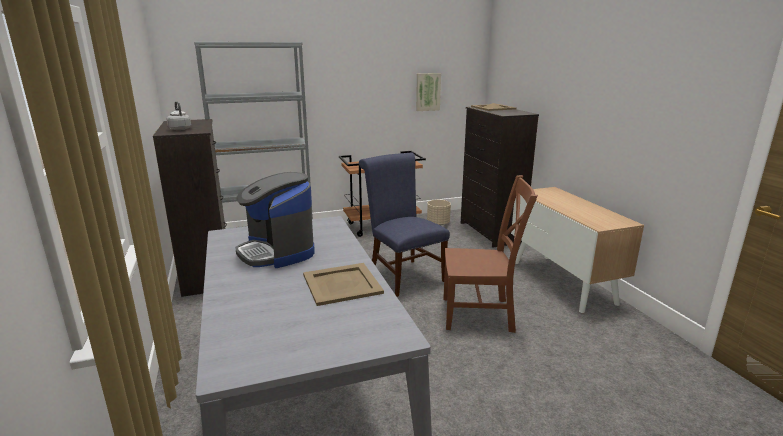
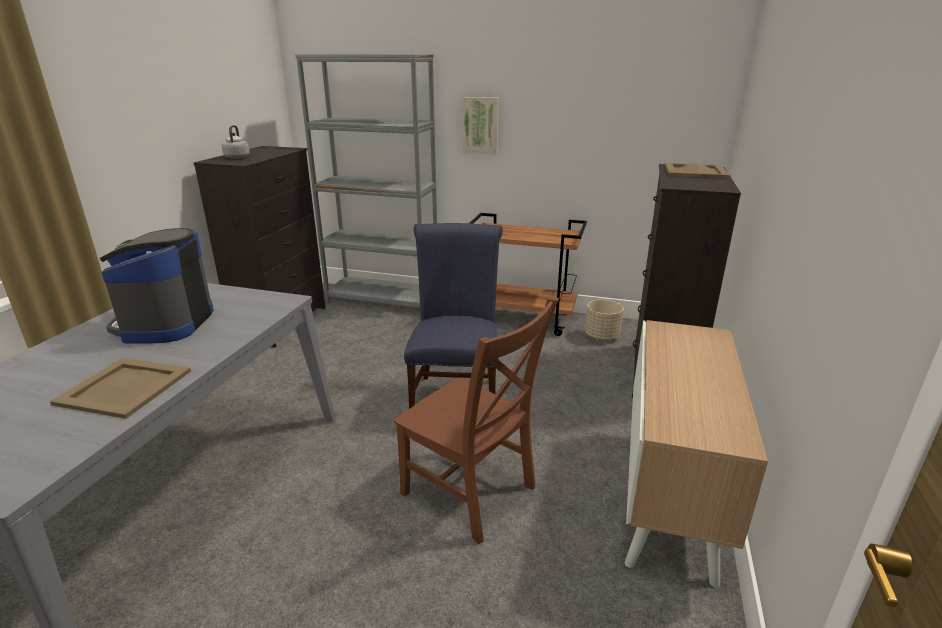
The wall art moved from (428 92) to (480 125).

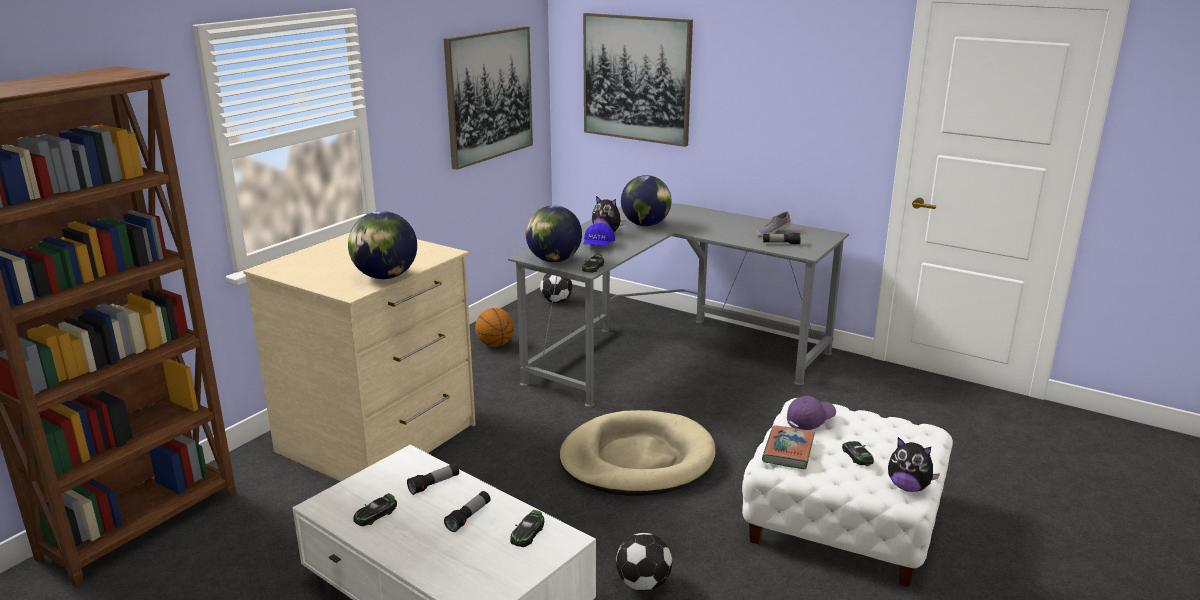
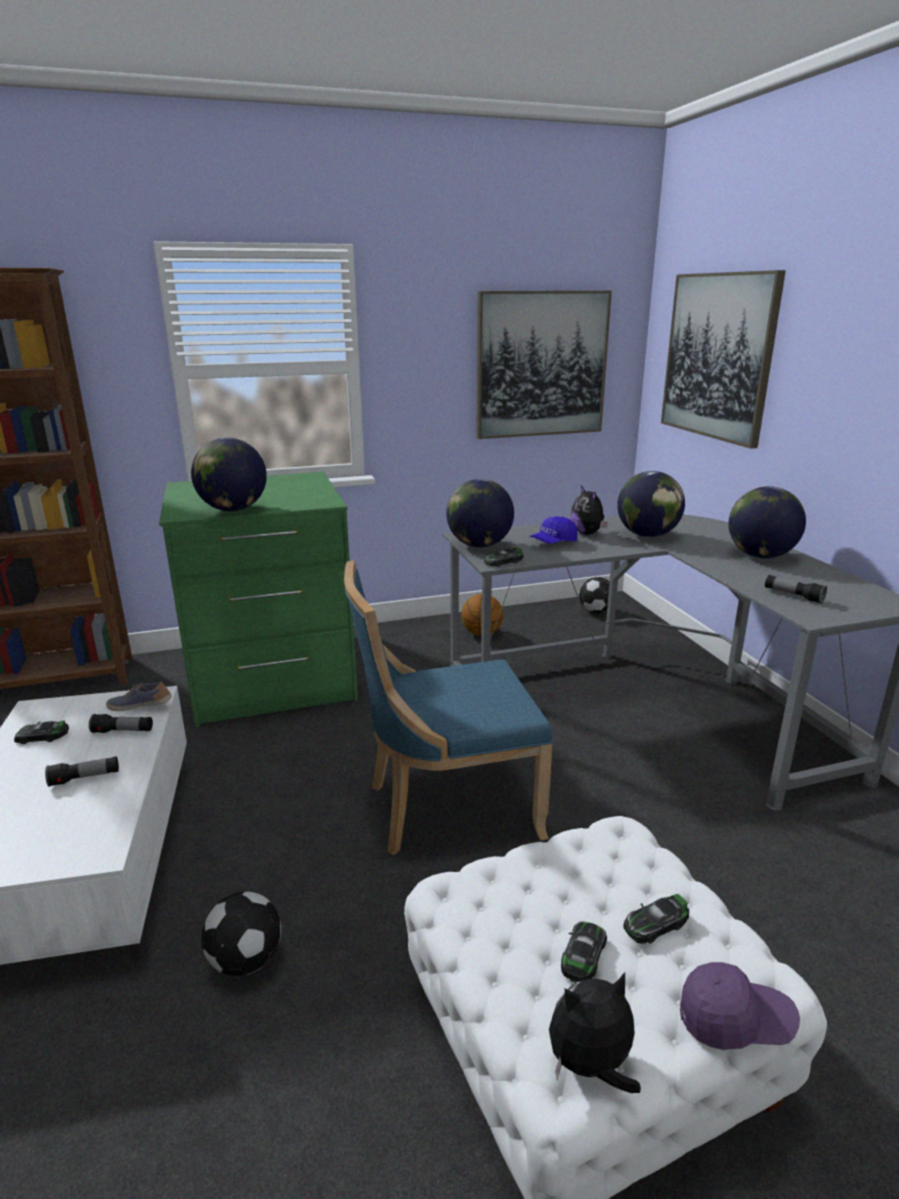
The item of footwear moved from (773 224) to (138 696). The drawer chest (sand-coloured) at (359 357) became the drawer chest (green-coloured) at (258 599). The baseball cap (purple-coloured) moved from (811 413) to (740 1006). The dog cushion (sand-coloured) at (637 453) was replaced by the chair (blue-coloured) at (448 707). The book at (788 447) disappeared. The cuddly toy at (914 464) turned 90 degrees clockwise. The model car moved from (527 528) to (656 919). The world globe at (767 522) appeared.

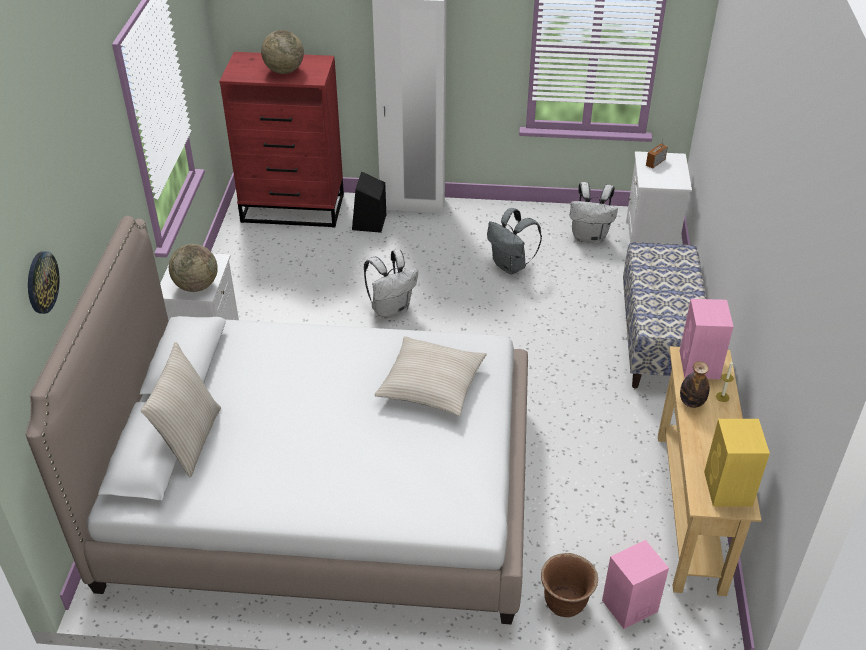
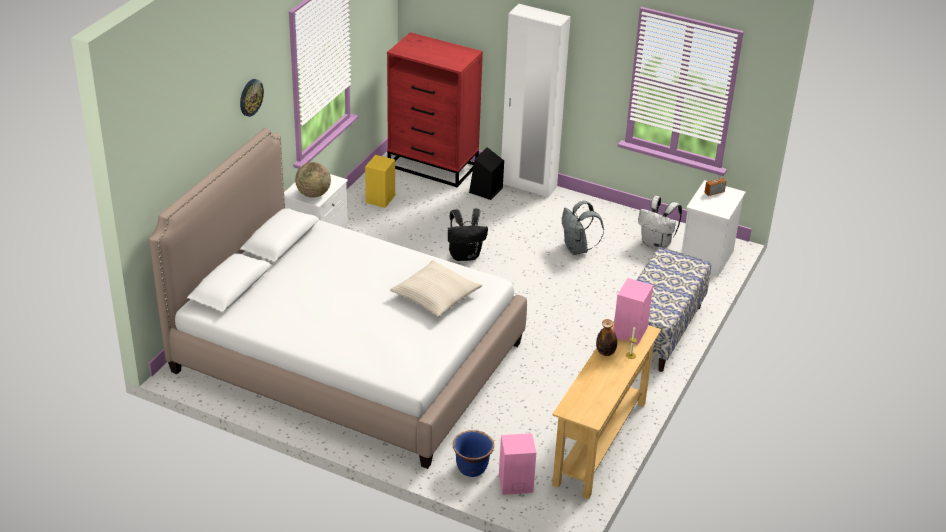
The world globe at (282 52) disappeared. The backpack (white) at (391 284) became the backpack (black-coloured) at (468 235). The clock on the wall moved from (44 282) to (252 98). The throw pillow (sand-coloured) at (181 409) disappeared. The loudspeaker (yellow-coloured) moved from (737 462) to (380 181). The plant pot (brown) at (569 585) became the plant pot (blue-coloured) at (473 453).

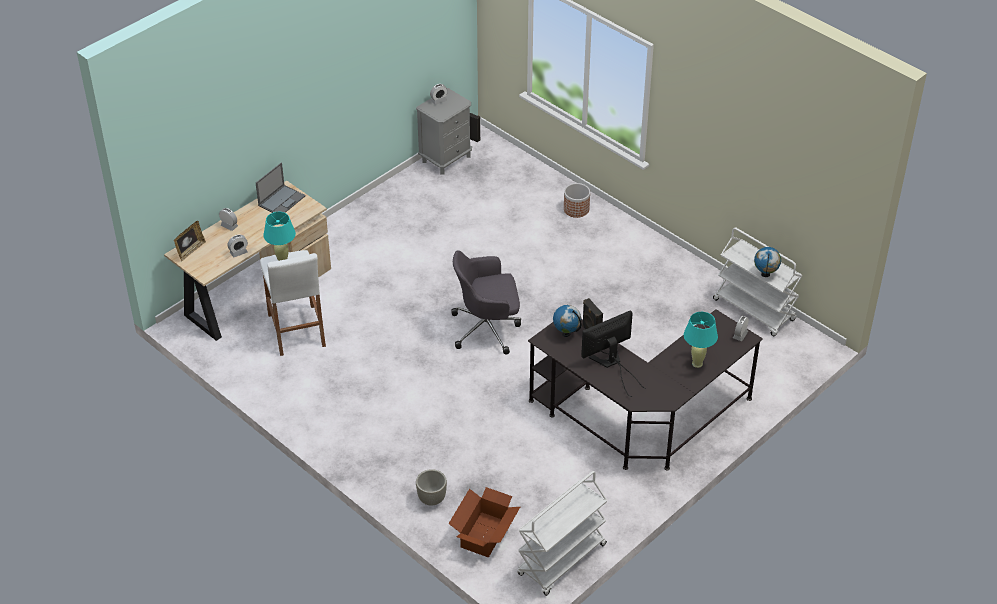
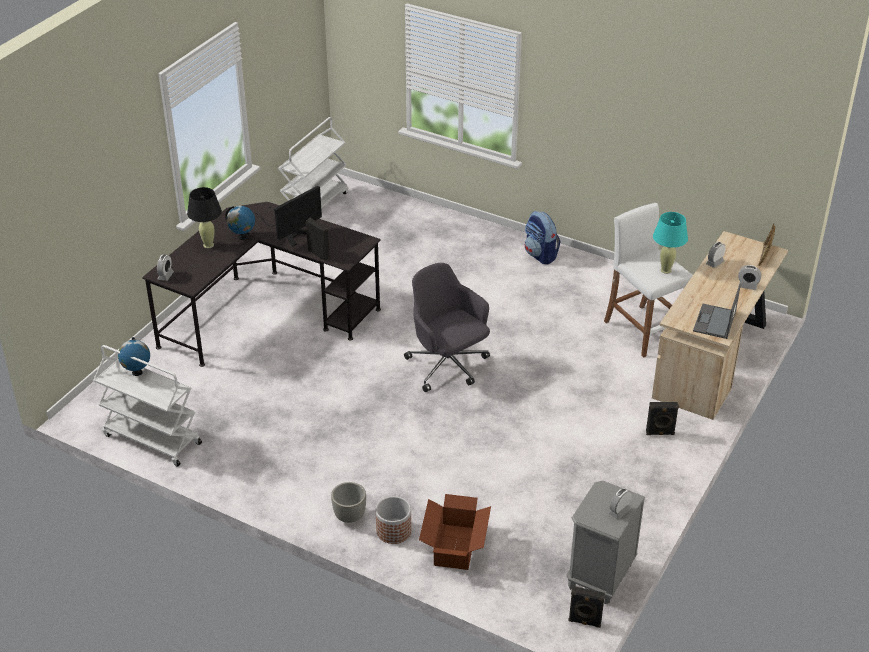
The desk chair (gray) at (486 302) turned 105 degrees counterclockwise. The world globe moved from (567 321) to (240 223). The tabletop lamp (turquoise) at (701 340) became the tabletop lamp (black-coloured) at (204 217). The plant pot (gray) moved from (431 487) to (348 502). The cardboard box moved from (484 522) to (455 532). The backpack at (543 237) appeared. The loudspeaker (black-coloured) at (662 418) appeared.

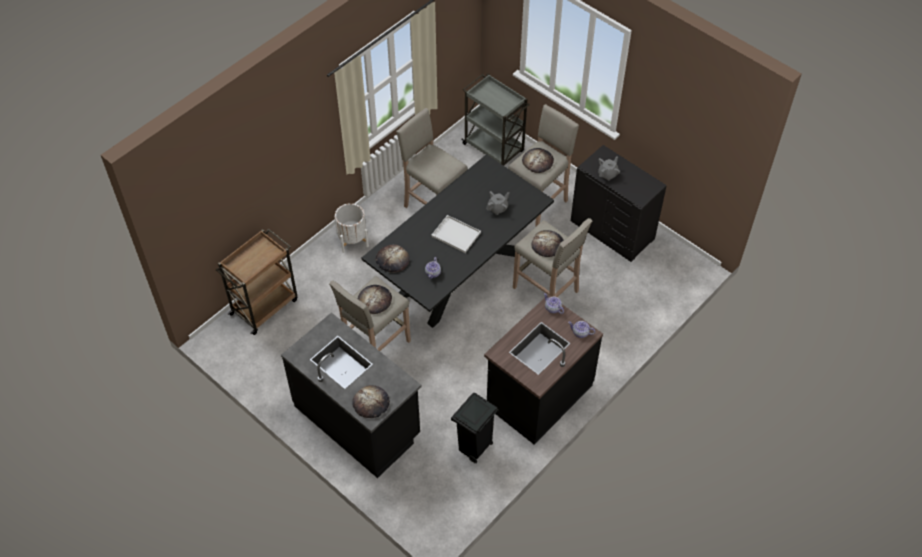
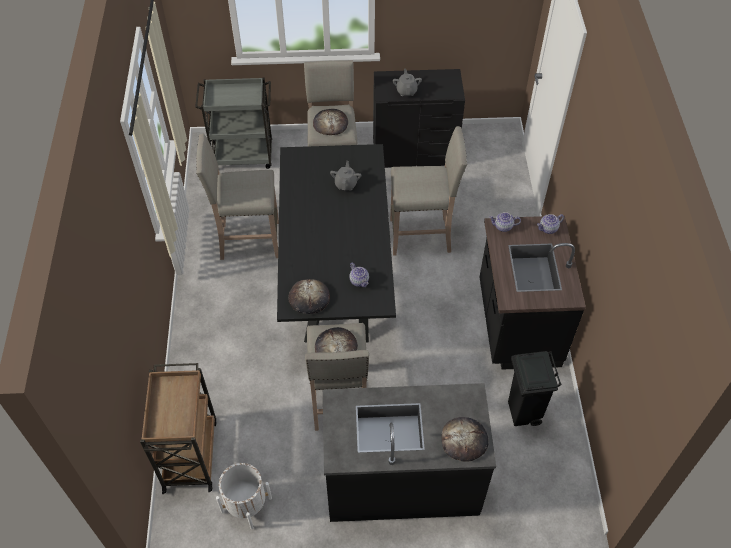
The plant pot (white) moved from (351 228) to (244 496). The serving tray (white) at (456 234) disappeared. The bread at (548 243) disappeared.

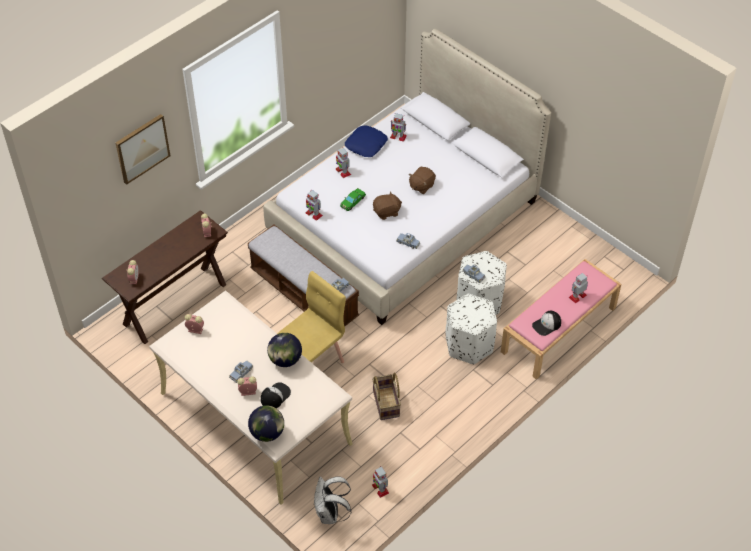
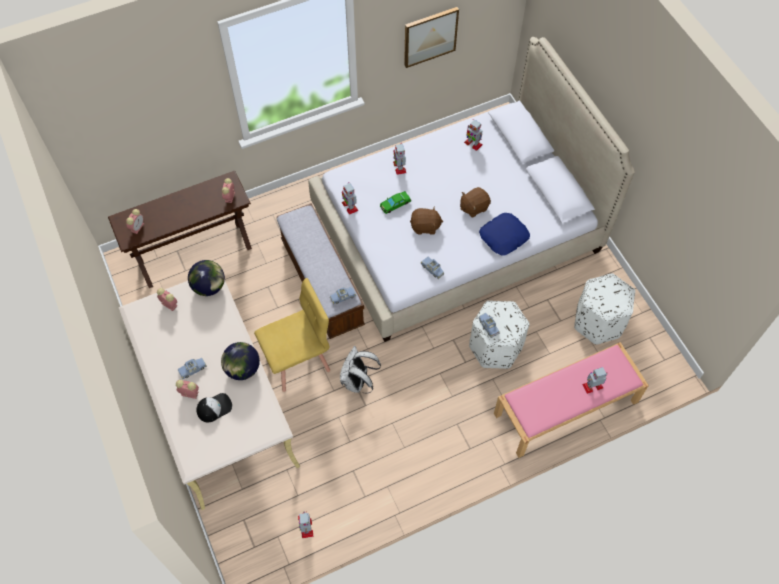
The wall art moved from (143 149) to (431 37). The throw pillow (blue-coloured) moved from (366 141) to (504 234). The ottoman (white) moved from (471 329) to (604 309). The baseball cap at (546 323) disappeared. The household basket at (386 396) disappeared. The world globe moved from (266 423) to (206 278). The backpack (white) moved from (332 500) to (360 369).

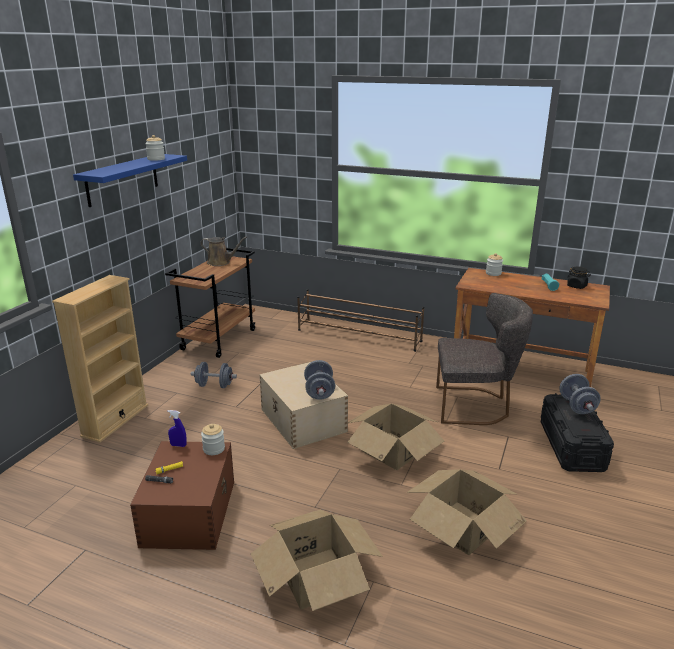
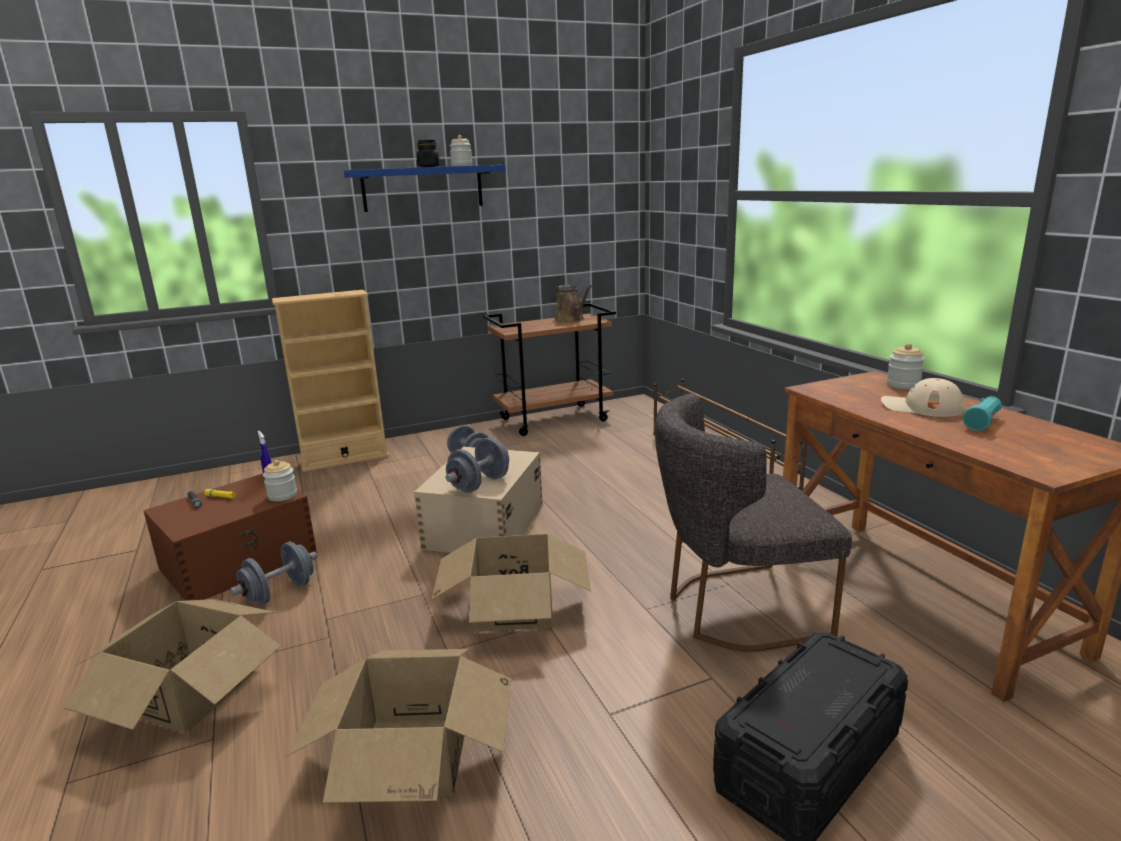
The preserve jar (black-coloured) moved from (579 277) to (428 153). The chair (gray) at (484 359) turned 120 degrees clockwise. The hand weight (gray) moved from (580 394) to (274 573). The baseball cap (sand-coloured) at (923 397) appeared.

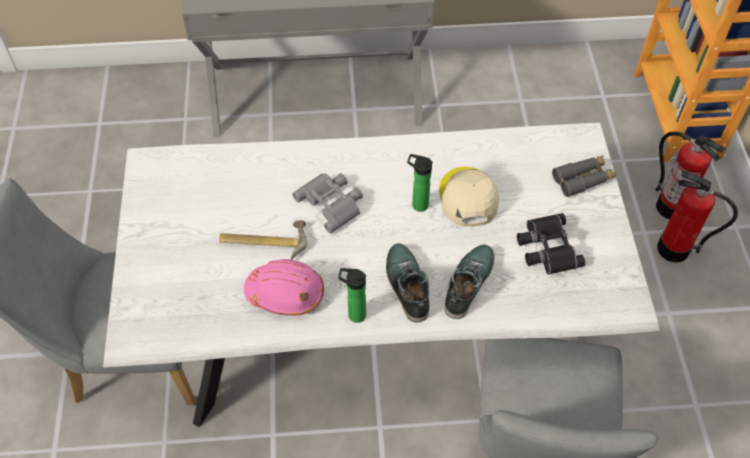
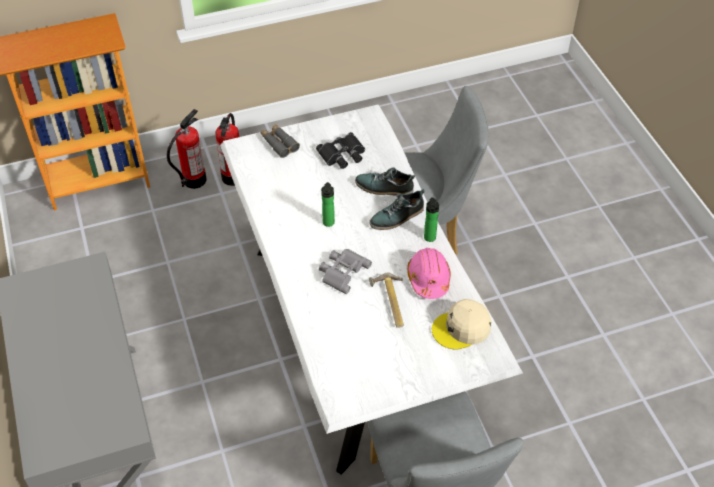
The baseball cap (sand-coloured) moved from (469 197) to (461 324).

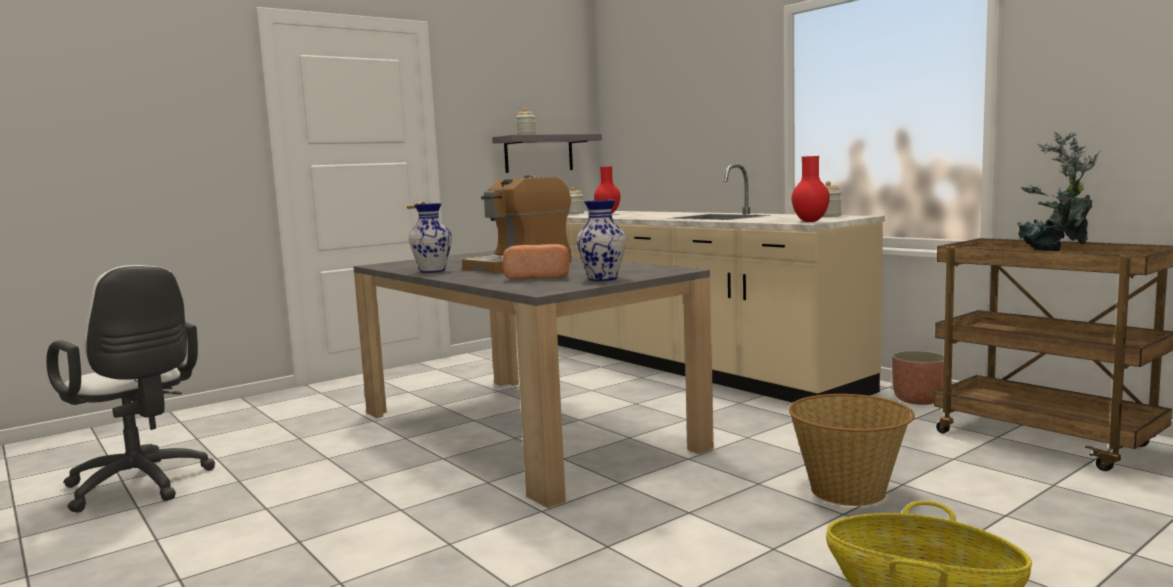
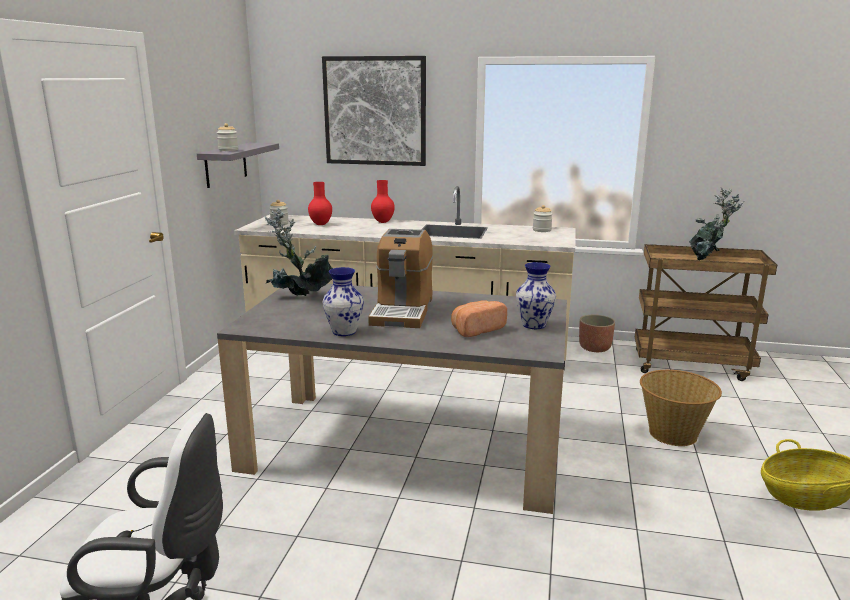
The vase (red) moved from (810 189) to (383 201). The wall art at (374 111) appeared. The houseplant at (299 252) appeared.

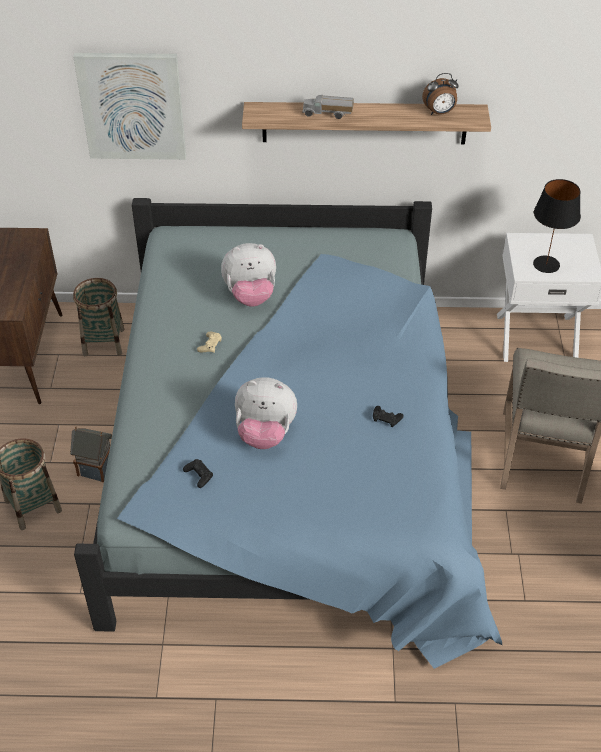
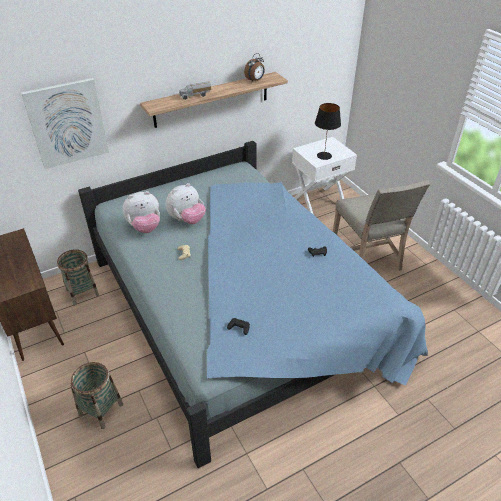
The cuddly toy moved from (266 413) to (141 212). The miniature house at (91 454) disappeared.

